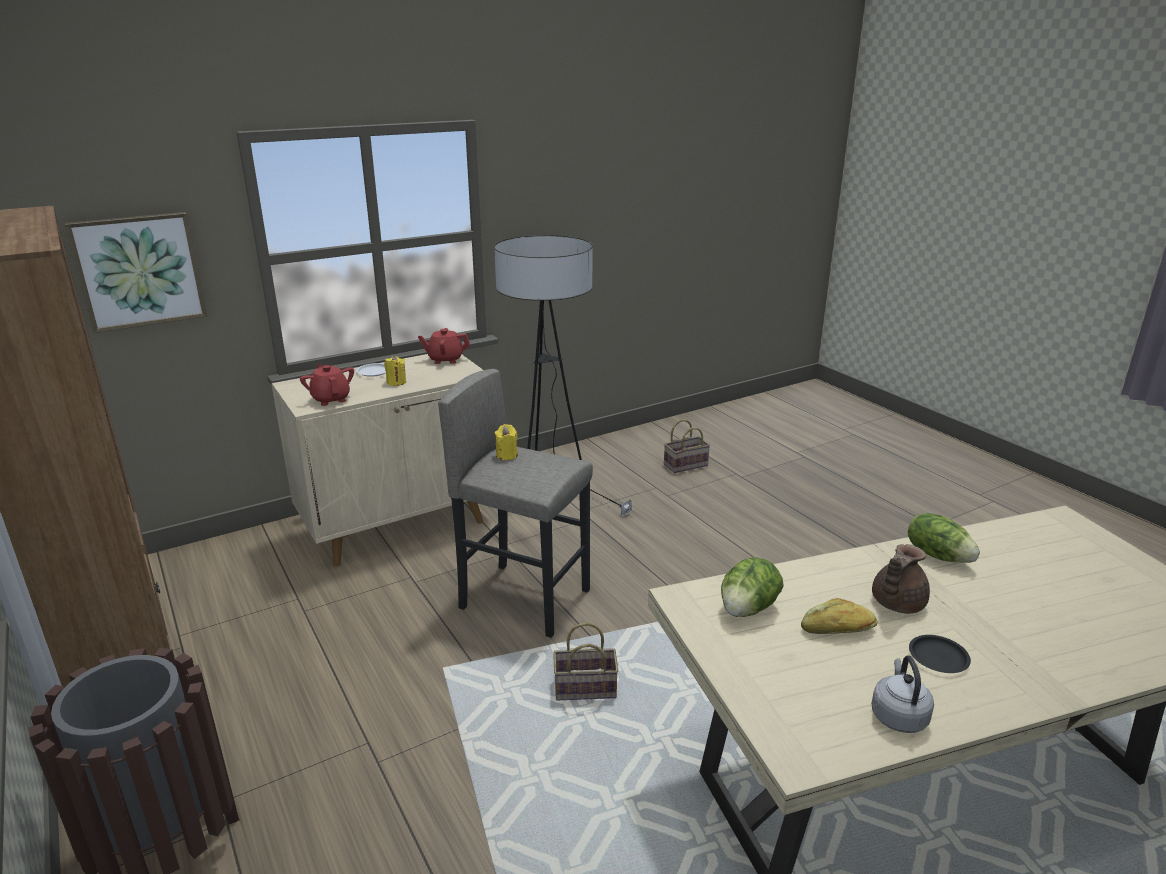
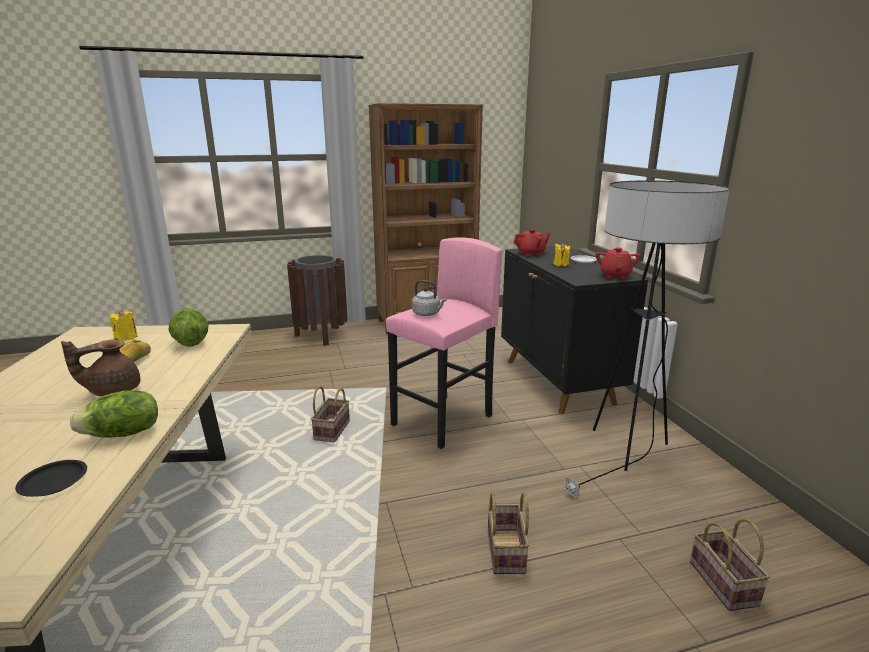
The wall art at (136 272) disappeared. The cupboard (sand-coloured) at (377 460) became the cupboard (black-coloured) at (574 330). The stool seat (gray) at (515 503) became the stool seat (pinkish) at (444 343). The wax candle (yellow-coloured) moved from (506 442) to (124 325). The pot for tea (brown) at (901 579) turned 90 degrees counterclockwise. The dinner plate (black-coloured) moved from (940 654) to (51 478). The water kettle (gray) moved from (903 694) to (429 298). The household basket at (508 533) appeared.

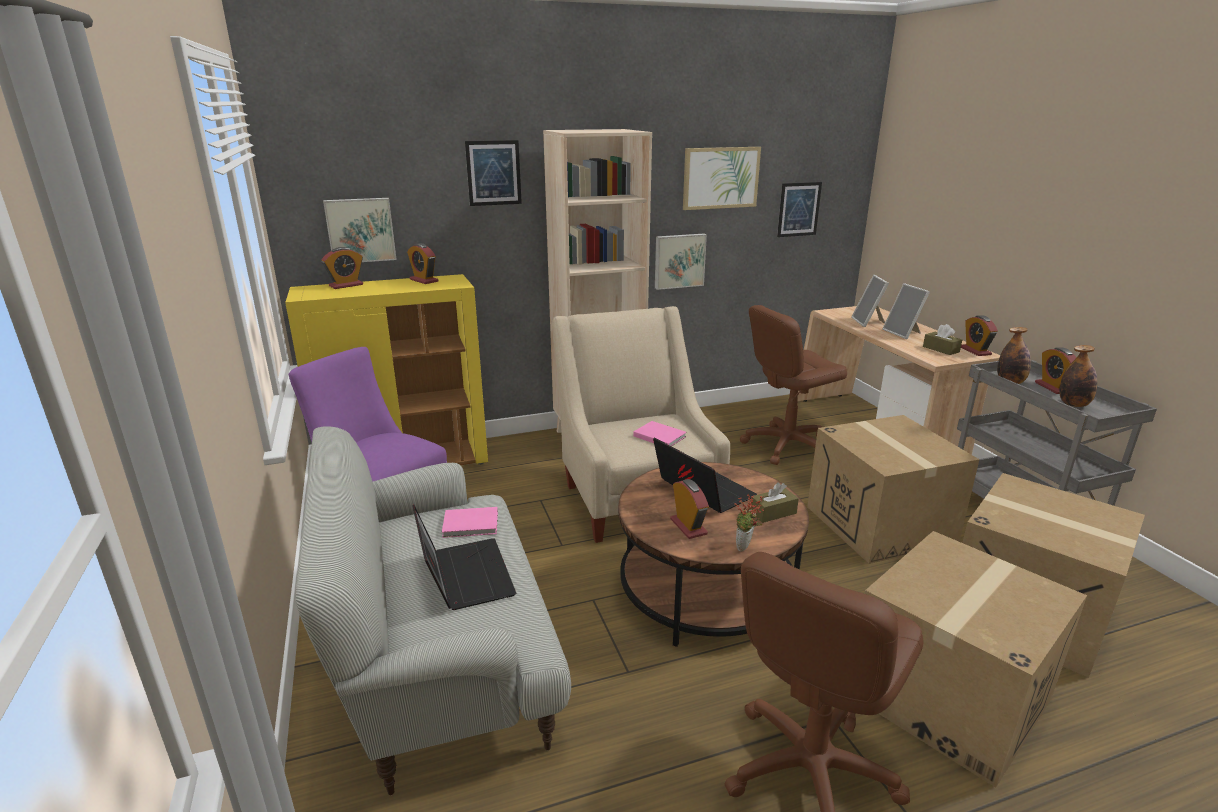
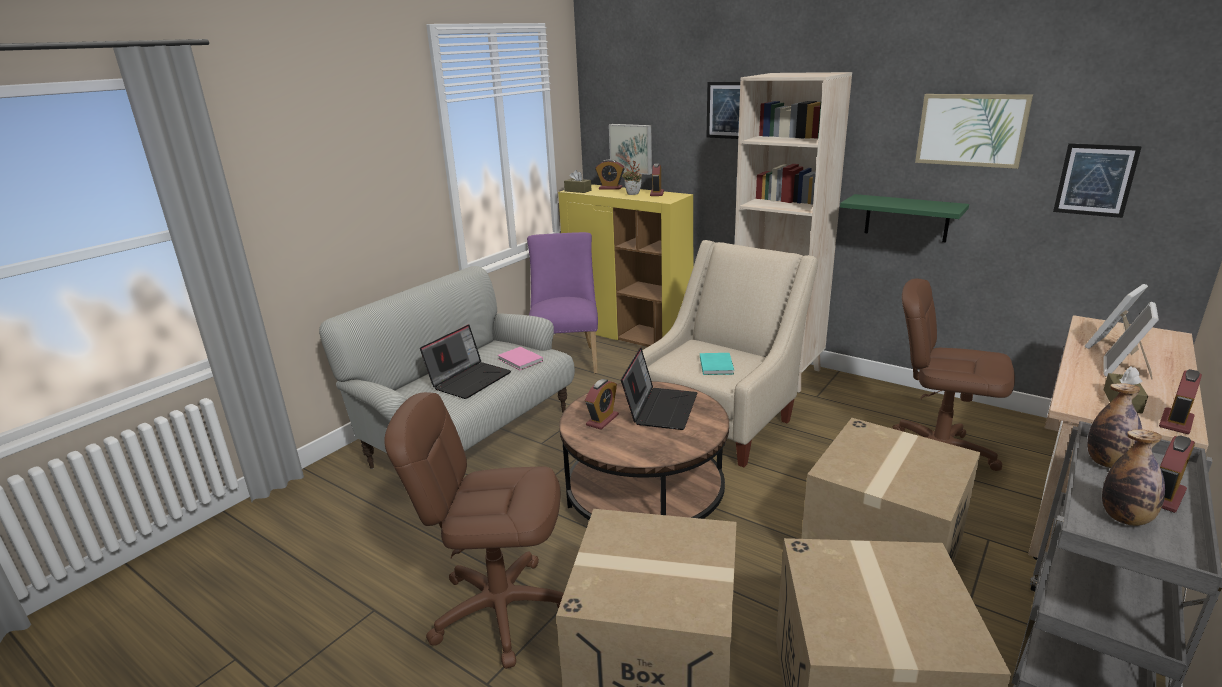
The wall art at (681 262) was replaced by the shelf (green-coloured) at (904 218). The book (pinkish) at (660 433) became the book (turquoise) at (717 364). The tissue holder (brown) moved from (774 502) to (577 181). The houseplant moved from (749 522) to (632 177).

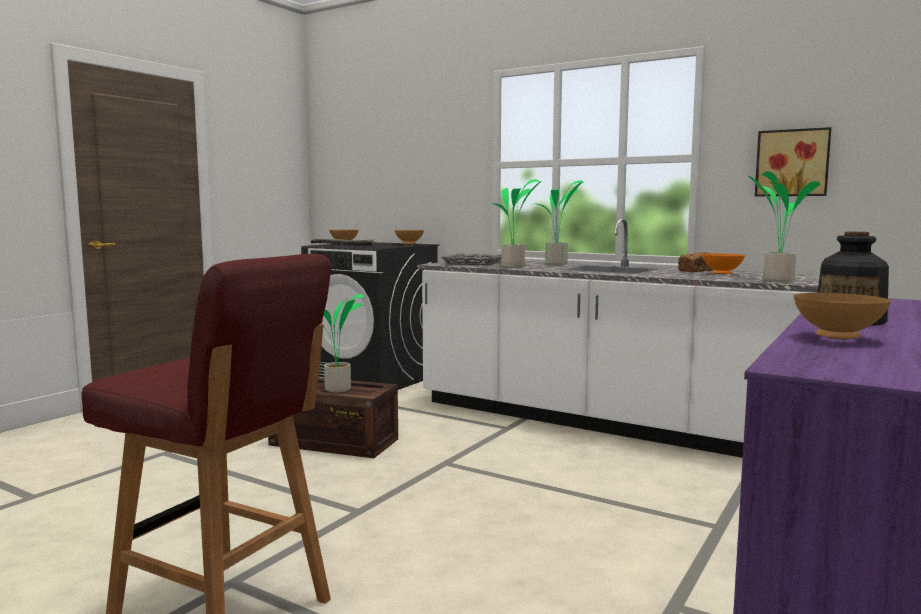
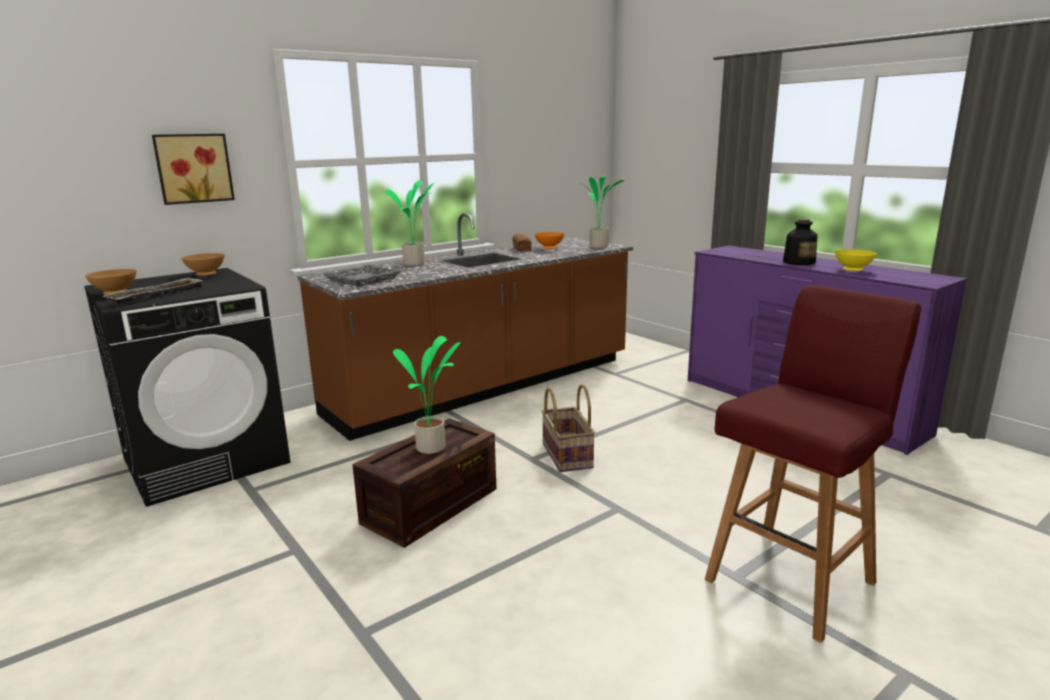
The wall art moved from (793 161) to (193 169). The houseplant at (516 223) disappeared. The counter (white) at (618 338) became the counter (brown) at (465 327). The deep dish (brown) at (842 316) became the deep dish (yellow-coloured) at (856 260). The household basket at (568 428) appeared.

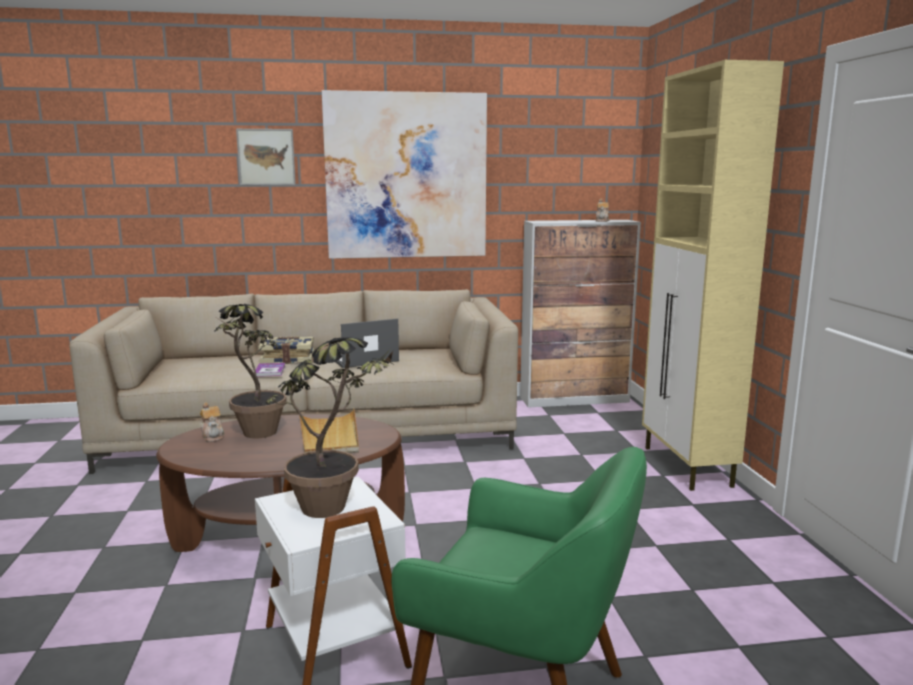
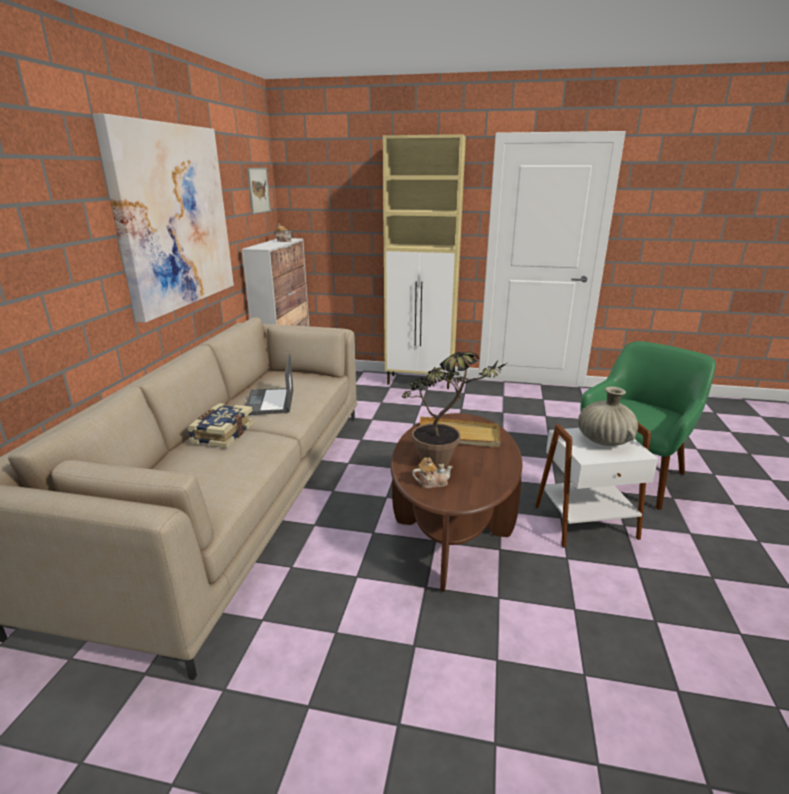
The wall art moved from (266 157) to (259 191). The houseplant at (330 428) was replaced by the vase (sand-coloured) at (608 416). The book at (270 370) disappeared.

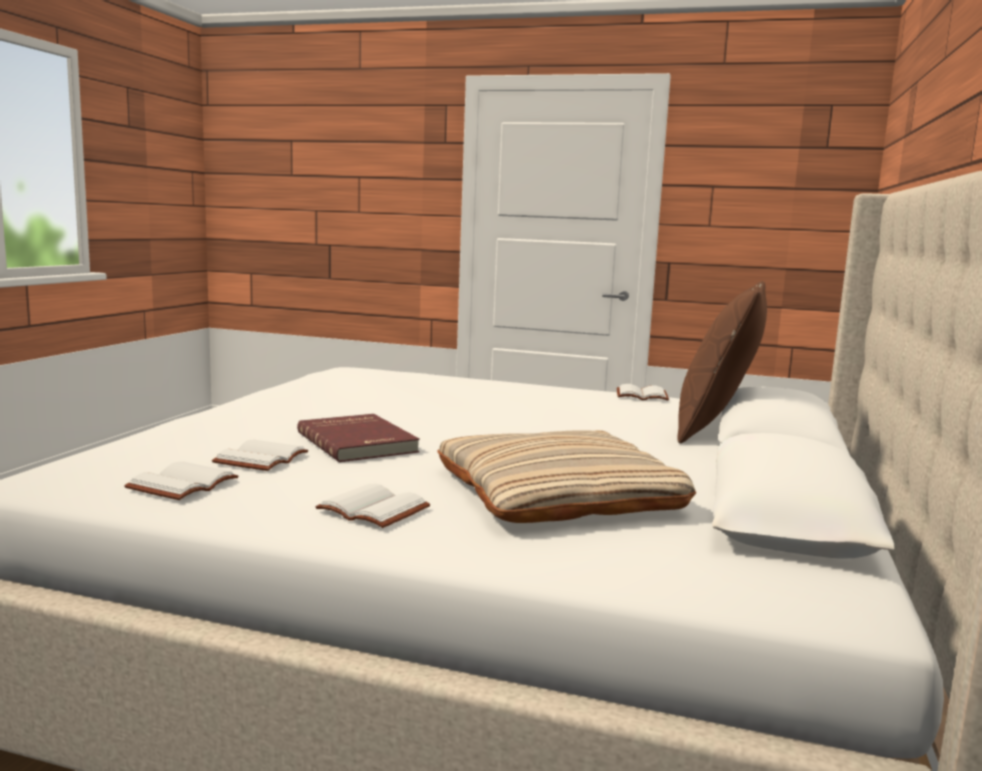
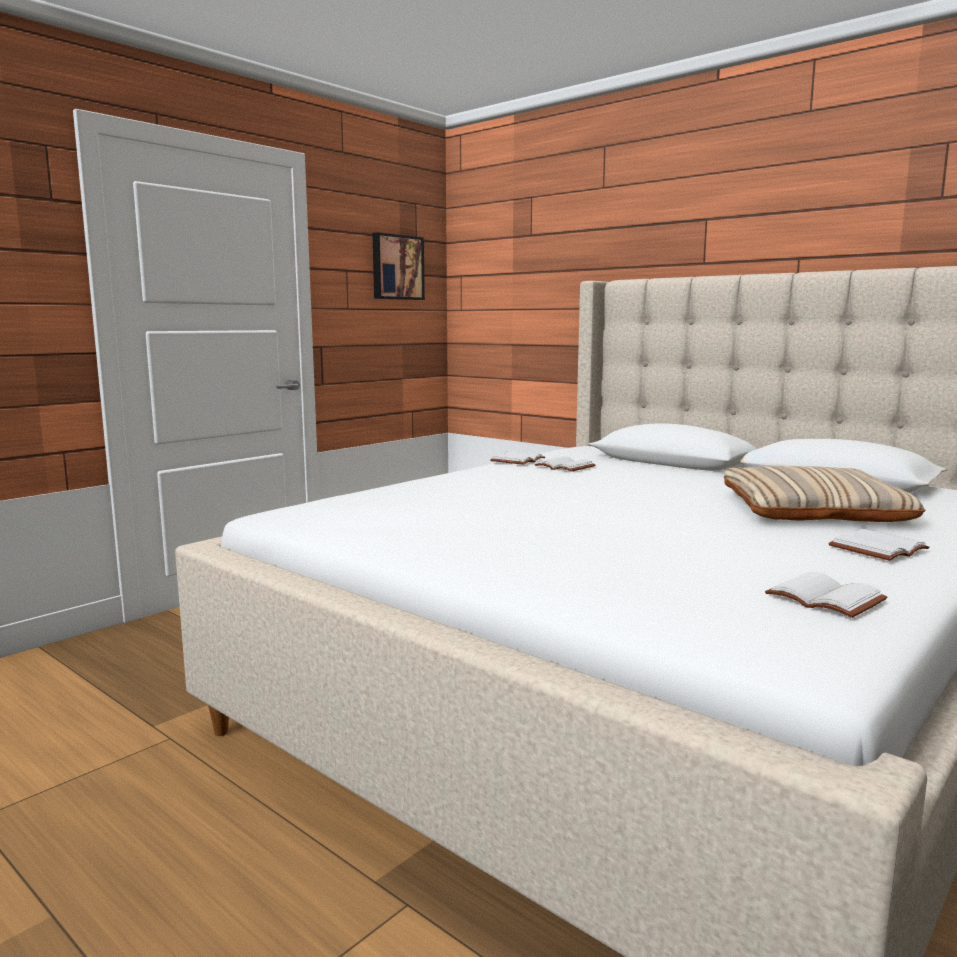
The throw pillow (brown) at (722 362) disappeared. The book (red) at (358 438) disappeared. The book (white) moved from (260 455) to (565 464). The wall art at (398 266) appeared.

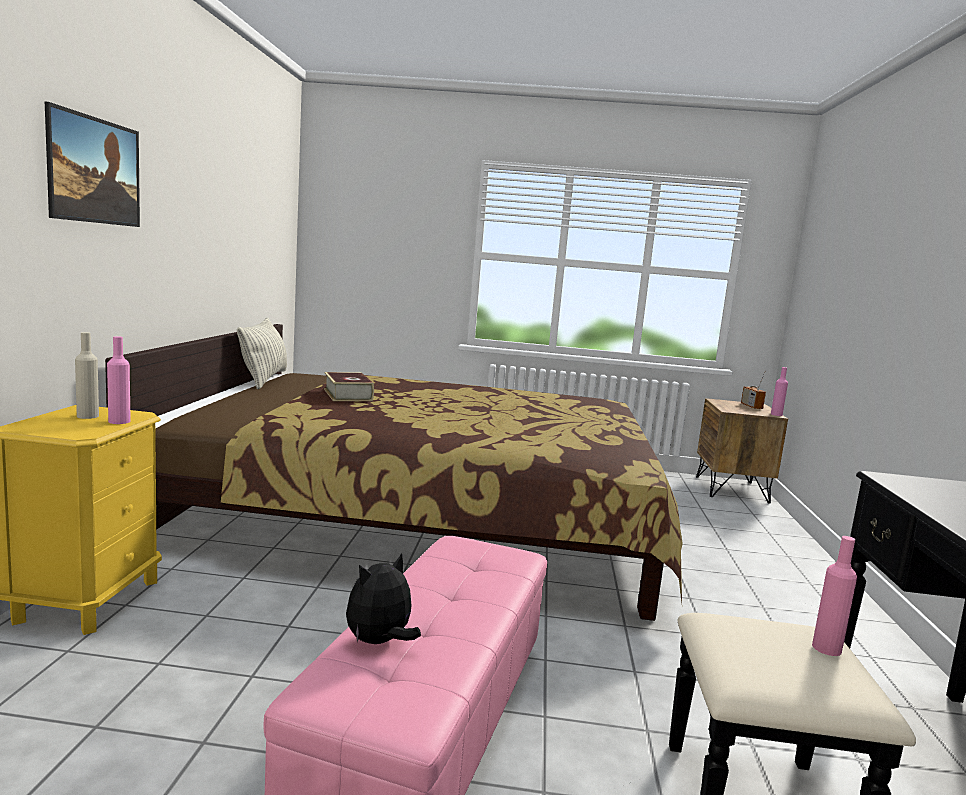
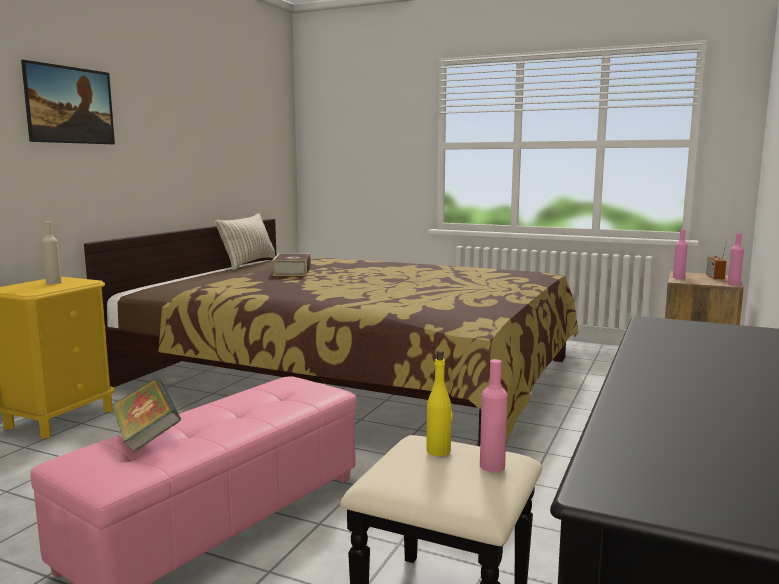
The drink bottle (pinkish) moved from (119 380) to (680 254). The cuddly toy at (383 598) was replaced by the book at (146 415). The drink bottle (yellow-coloured) at (439 403) appeared.

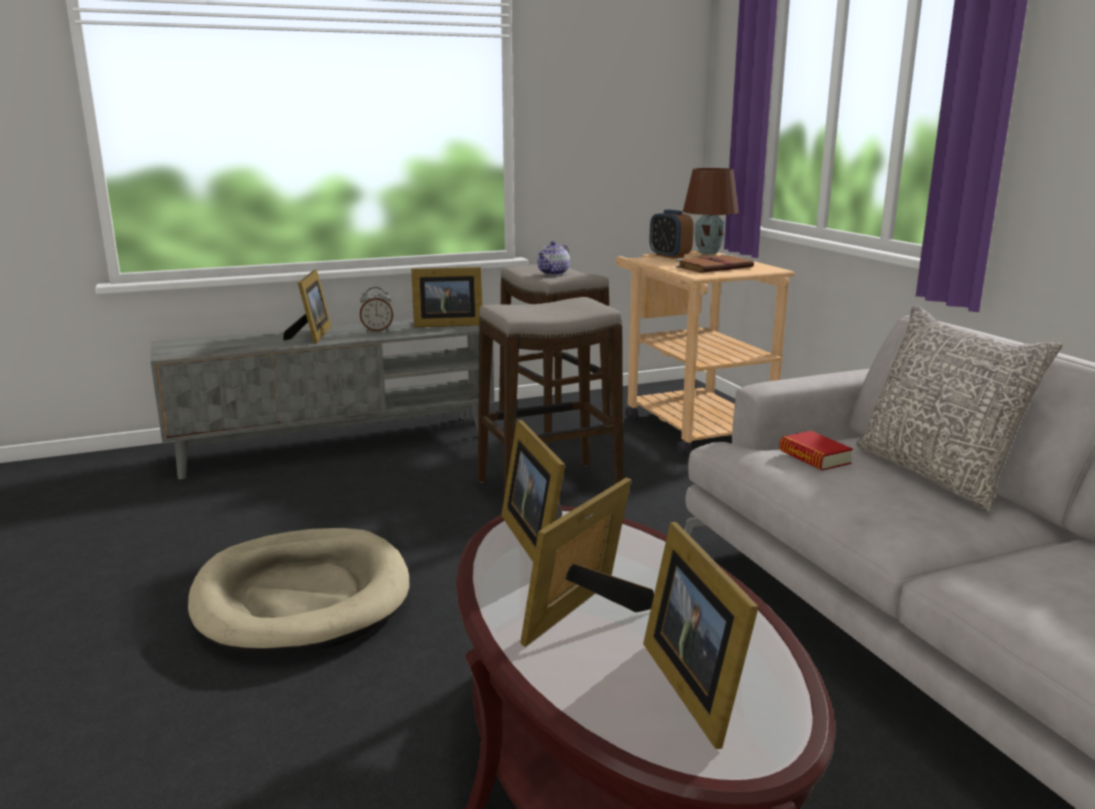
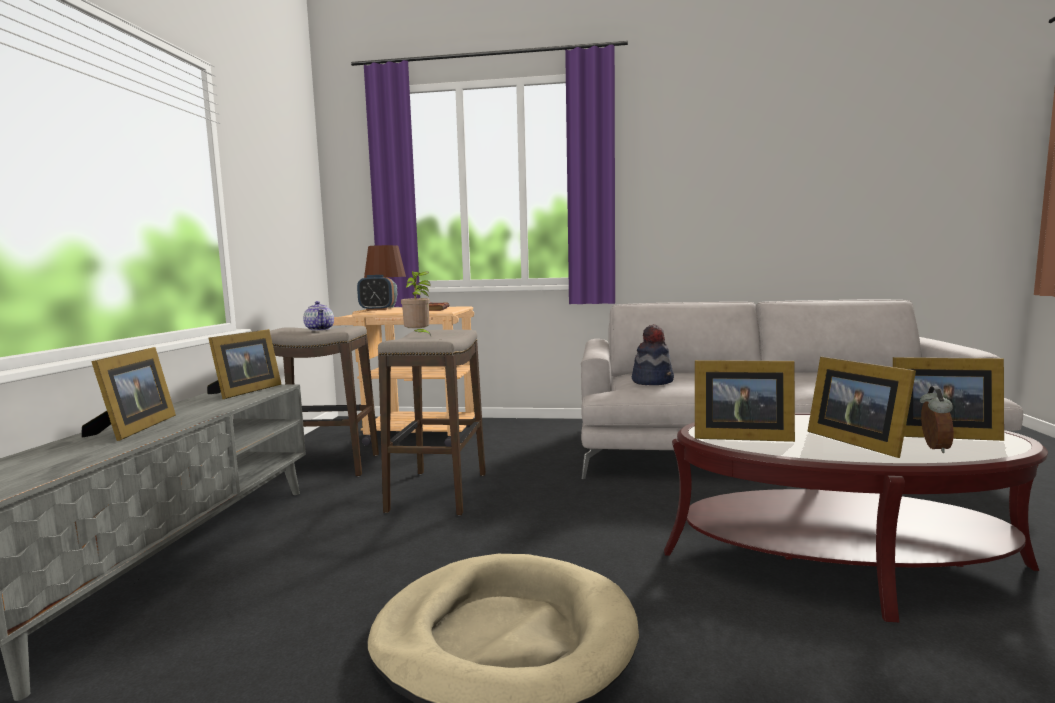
The photo frame at (307 307) turned 60 degrees clockwise. The table clock moved from (376 309) to (937 419). The throw pillow (gray) at (959 408) disappeared. The book at (816 451) was replaced by the wearable hat at (653 355). The houseplant at (416 303) appeared.

